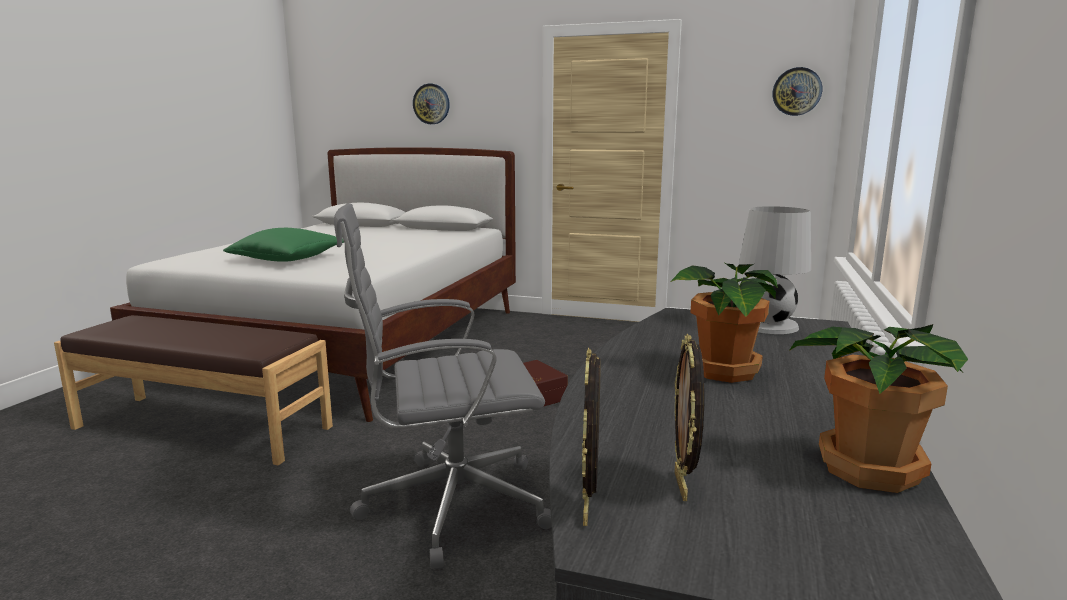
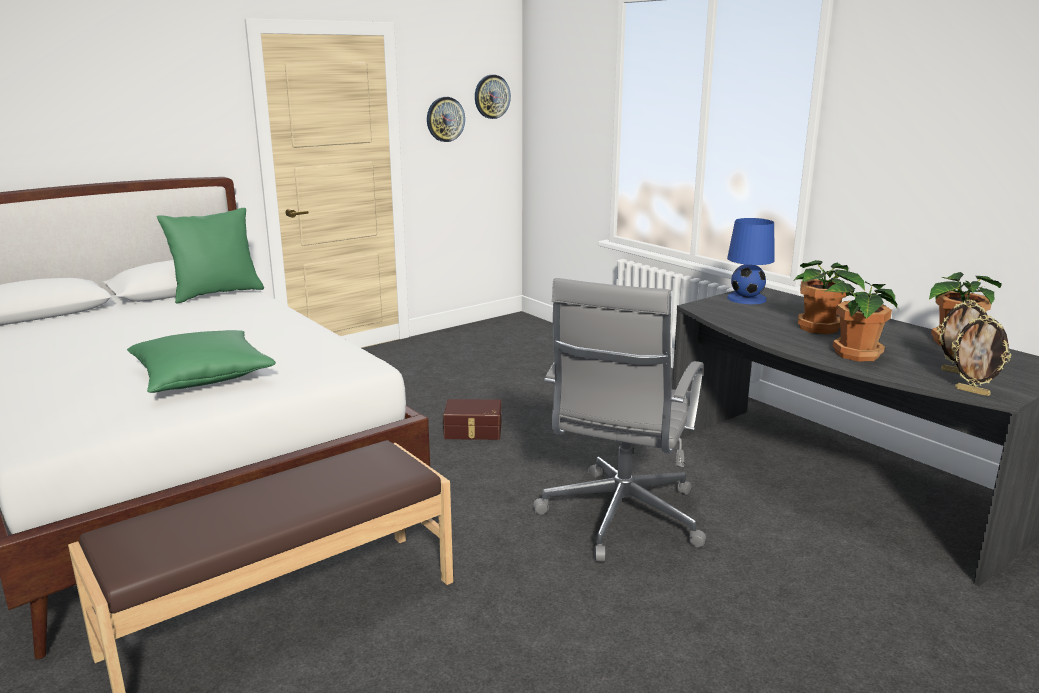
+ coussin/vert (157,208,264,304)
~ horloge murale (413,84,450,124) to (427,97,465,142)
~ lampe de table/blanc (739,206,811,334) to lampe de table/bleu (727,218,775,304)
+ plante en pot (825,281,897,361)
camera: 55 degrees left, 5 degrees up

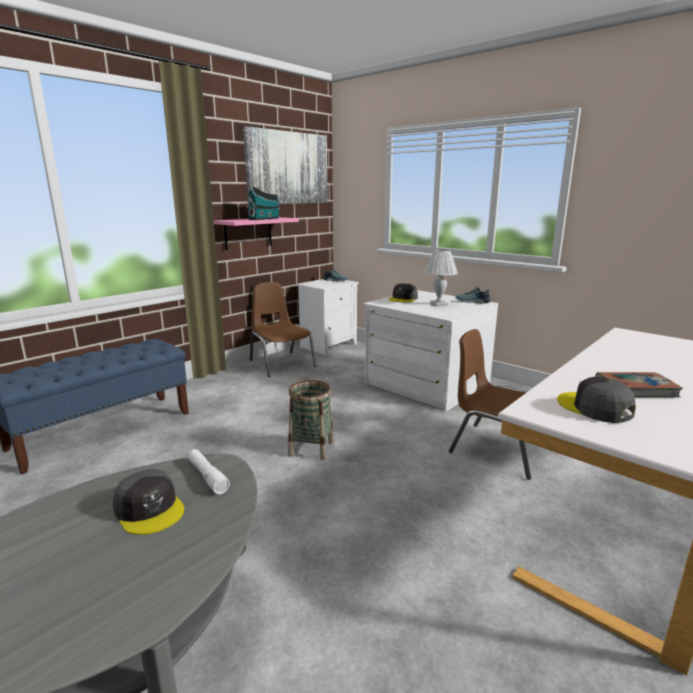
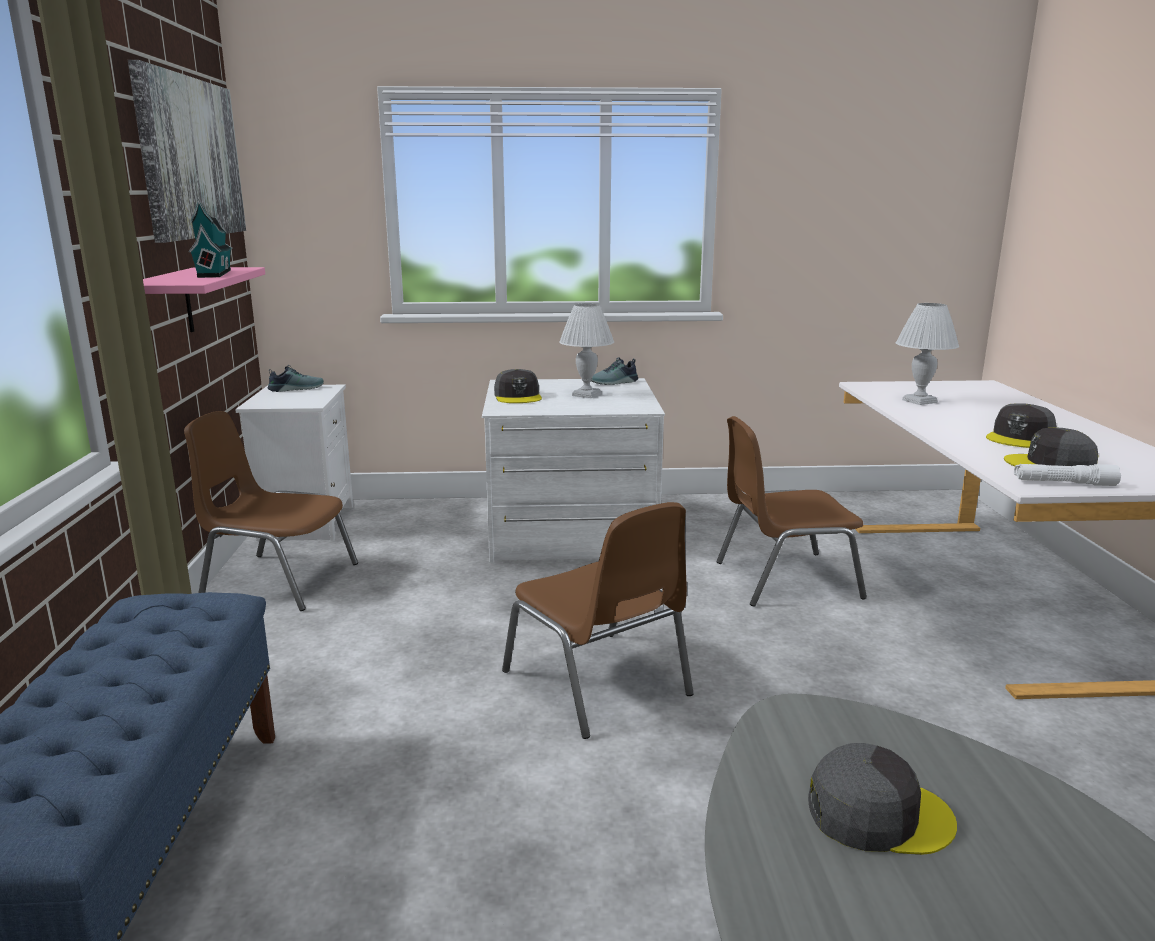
~ panier (288,380,334,461) to chaise/marron (502,502,694,739)
+ lampe de table/blanc (896,303,959,405)
~ livre (595,372,683,397) to casquette/gris (986,403,1057,448)
~ lampe de poche/blanc (187,449,230,495) to (1014,464,1121,486)
camera: 45 degrees left, 0 degrees up

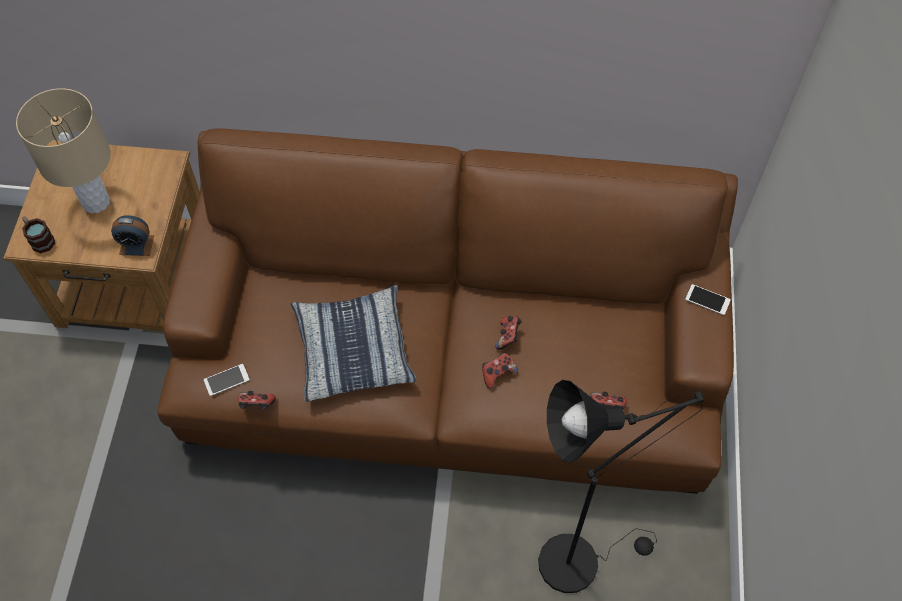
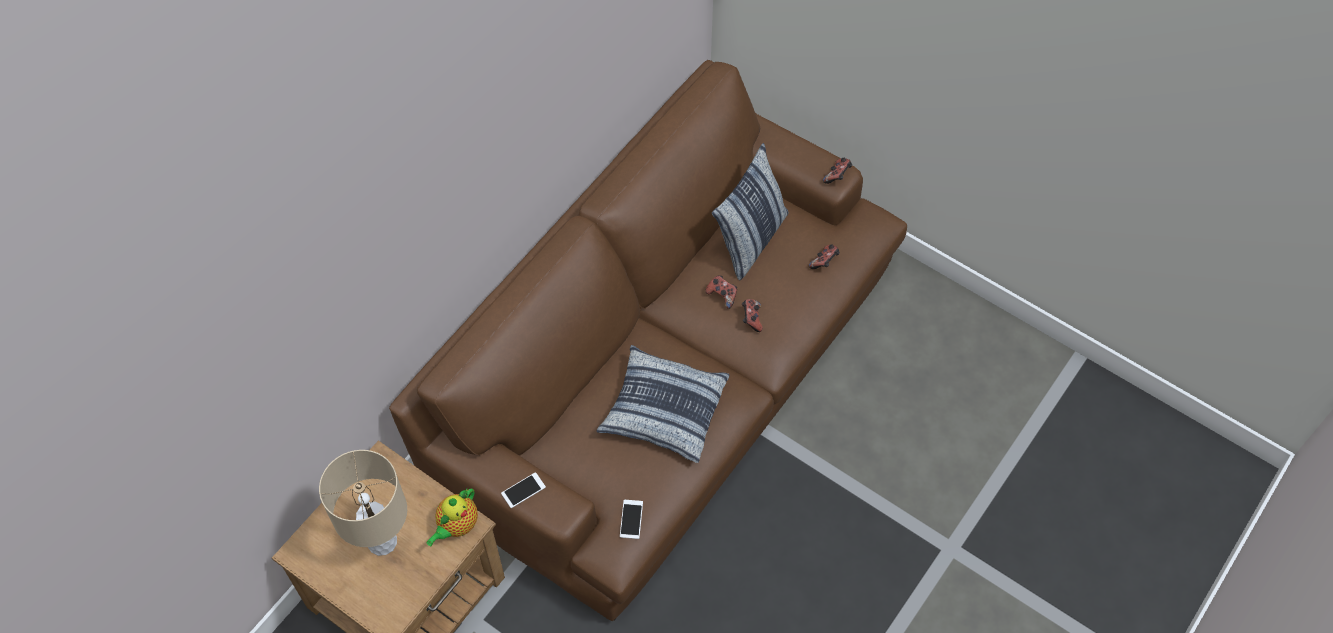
~ réveil (111,215,154,256) to théière (426,489,478,546)
~ téléphone (685,284,731,315) to (501,472,546,508)
+ coussin (712,143,789,281)
~ manette (238,391,276,410) to (823,157,852,184)
- mug (22,216,55,253)
- lampadaire/noir (538,380,705,593)
camera: 60 degrees left, 0 degrees up

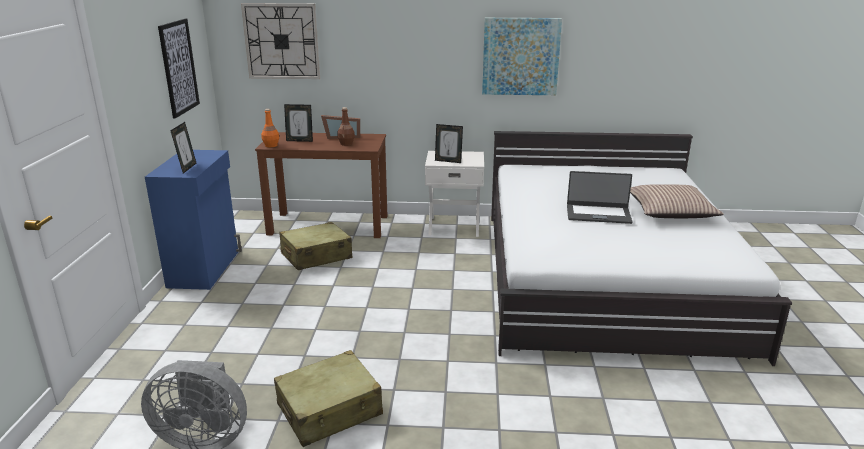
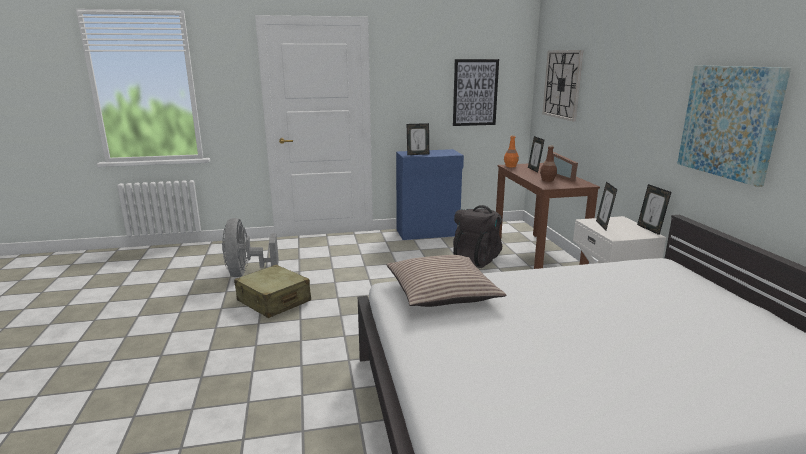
~ coussin (630,185,724,218) to (387,255,506,307)
~ valise/beige (279,222,353,270) to sac à dos/noir (453,205,502,268)
+ cadre photo (637,184,671,235)
- ordinateur portable (567,171,633,224)
camera: 75 degrees right, 5 degrees down

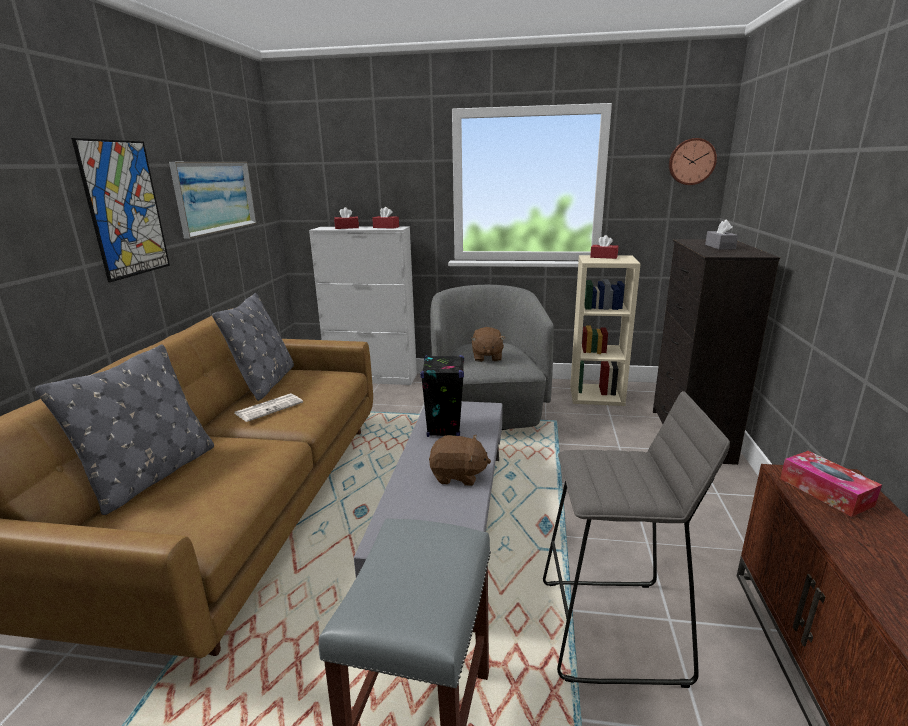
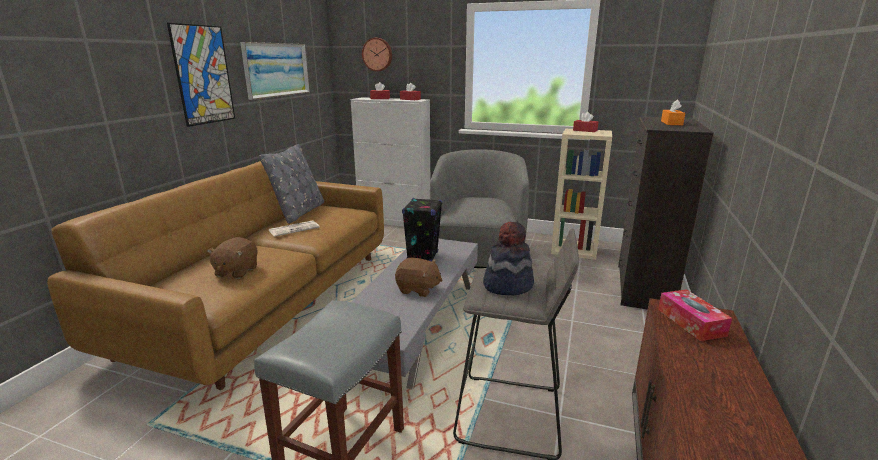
~ peluche/marron (471,327,505,362) to (207,237,258,279)
~ horloge murale (669,138,717,185) to (362,38,392,72)
+ chapeau (483,222,534,296)
~ boîte à mouchoirs/gris (705,219,738,250) to boîte à mouchoirs/orange (661,100,685,125)
- coussin/gris (35,345,214,515)
camera: 10 degrees right, 0 degrees up

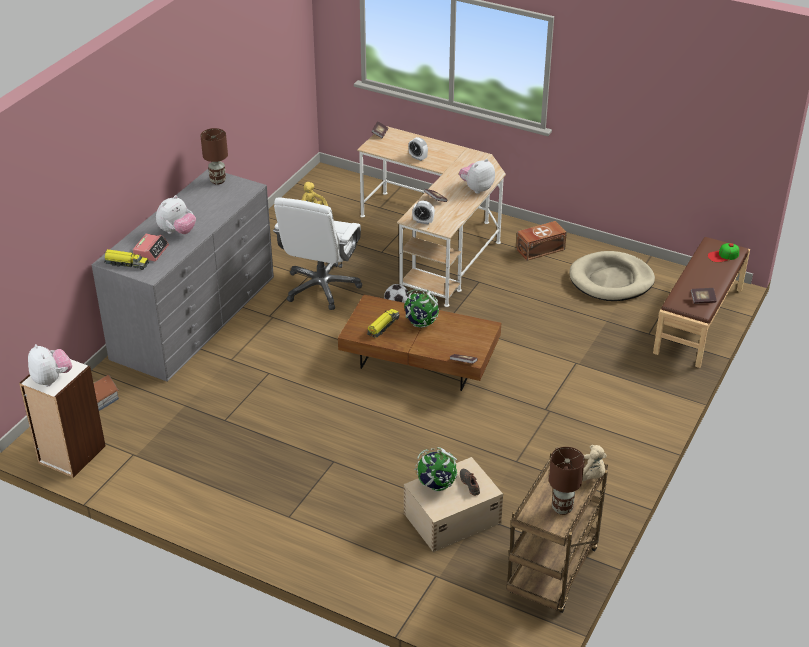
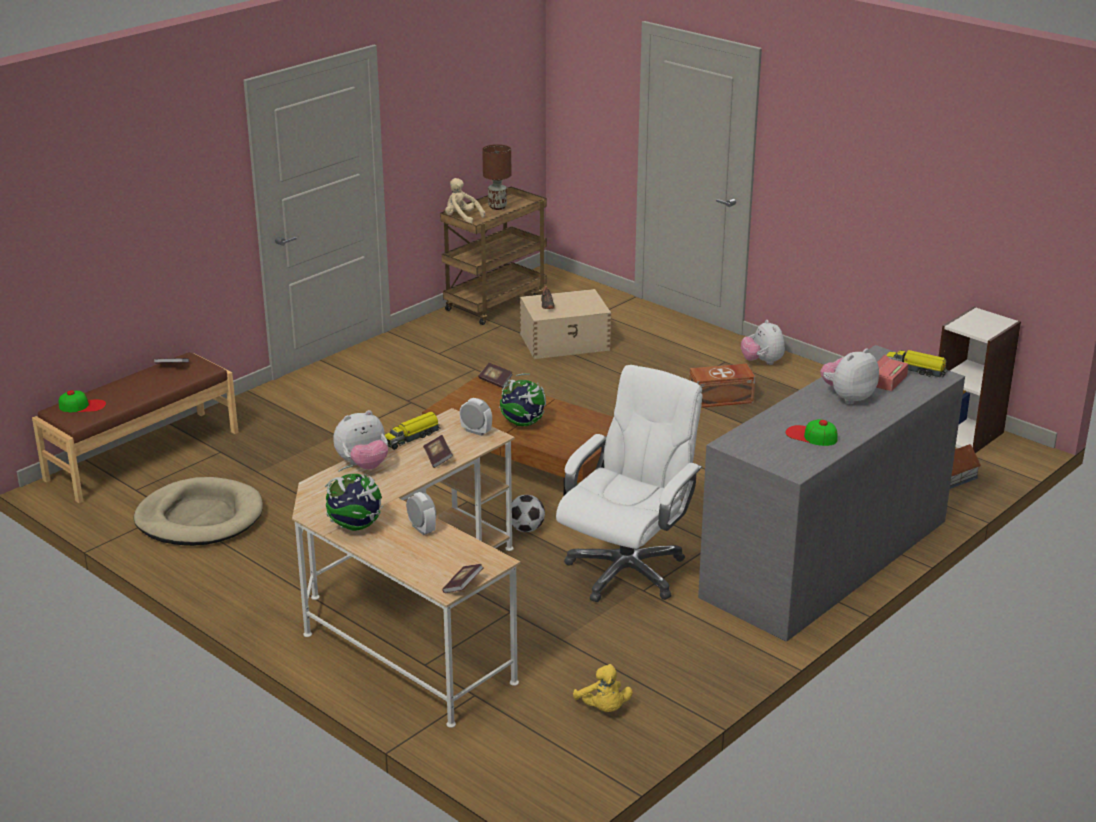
~ globe (415,447,457,492) to (325,465,384,531)
~ camion jouet (368,309,399,338) to (385,412,440,450)
~ boîte de rangement/marron (516,221,567,261) to (689,364,755,408)
~ peluche (28,344,72,386) to (741,320,785,365)
+ casquette (785,419,838,446)
- lampe de table/marron (200,128,228,185)
camera: 165 degrees left, 10 degrees down

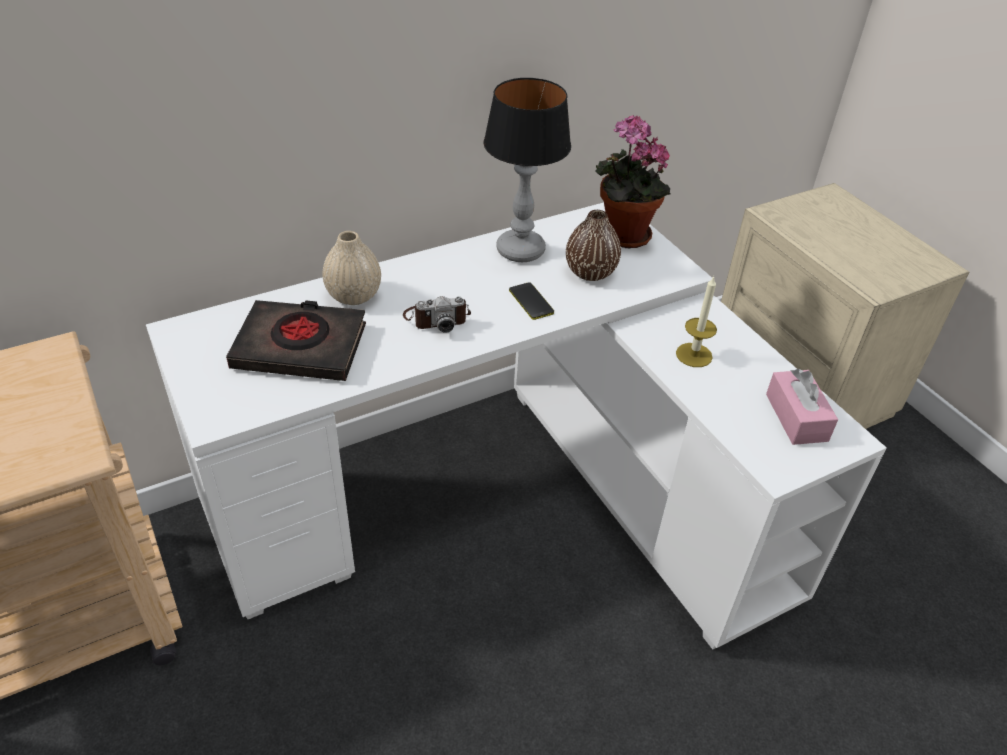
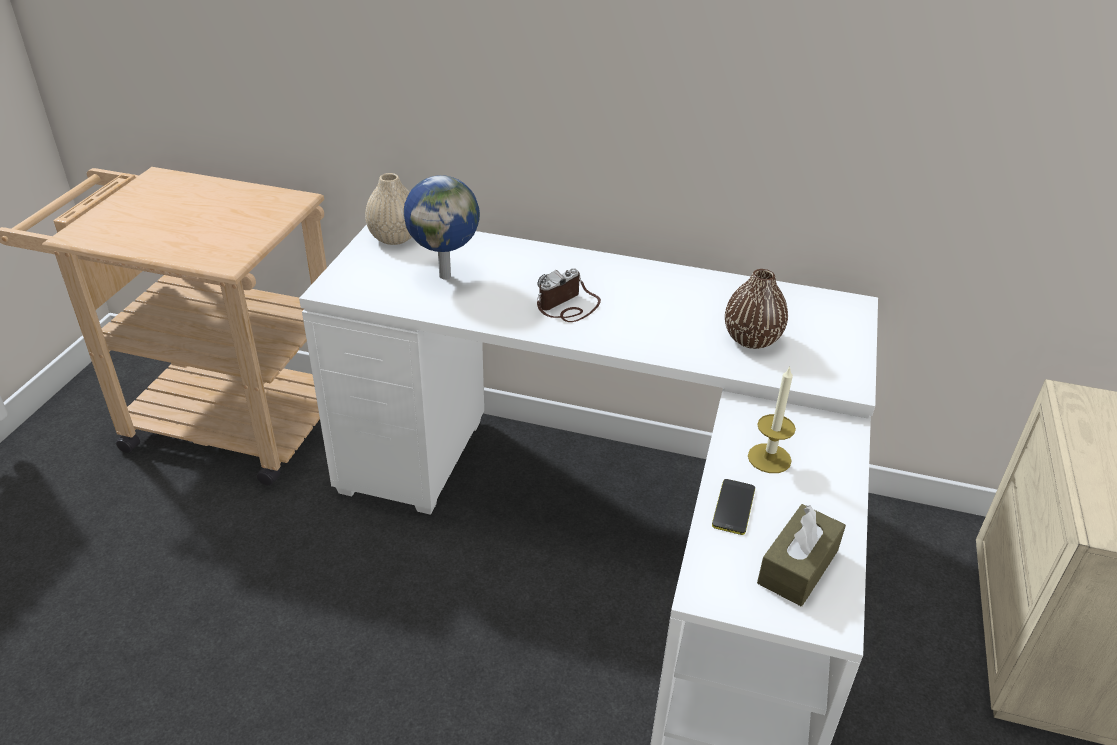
~ vase/beige (322,231,381,305) to (365,173,412,245)
~ livre/noir (226,300,366,381) to globe (404,175,480,280)
~ appareil photo (403,296,471,333) = (537,268,601,322) 105 degrees clockwise
~ téléphone (509,282,554,320) to (712,479,755,535)
~ boîte à mouchoirs/rose (766,369,838,445) to boîte à mouchoirs/marron (757,504,846,606)
- lampe de table (483,78,571,262)
- plante en pot (595,115,670,248)
camera: 45 degrees right, 5 degrees down

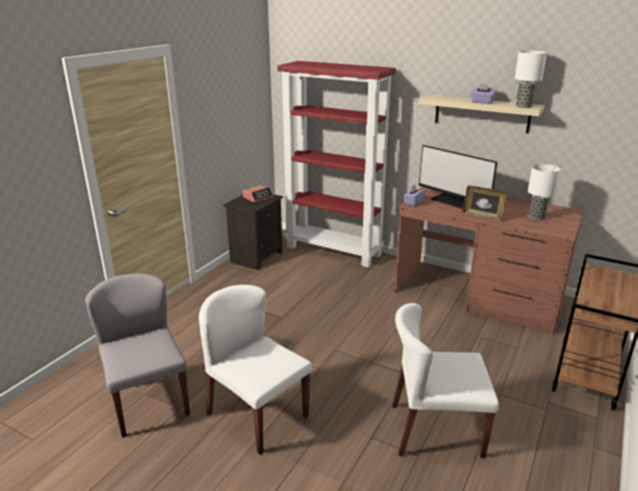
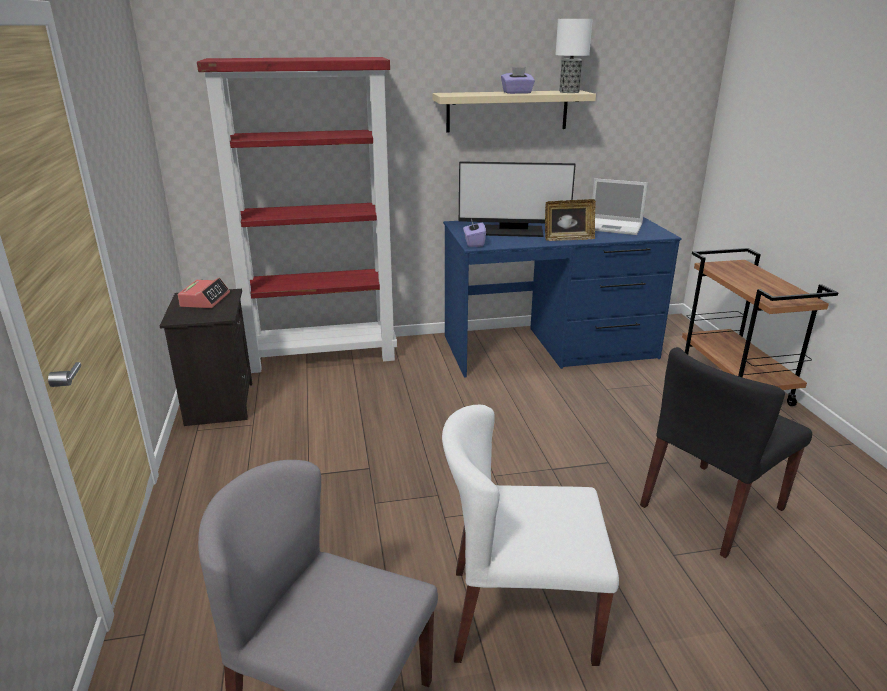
~ bureau/marron (395,186,584,334) to bureau/bleu (443,217,682,378)
~ lampe de table (528,164,561,220) to ordinateur portable (592,178,648,235)
~ chaise/blanc (392,303,499,458) to chaise/noir (640,347,812,558)
camera: 40 degrees left, 0 degrees up

